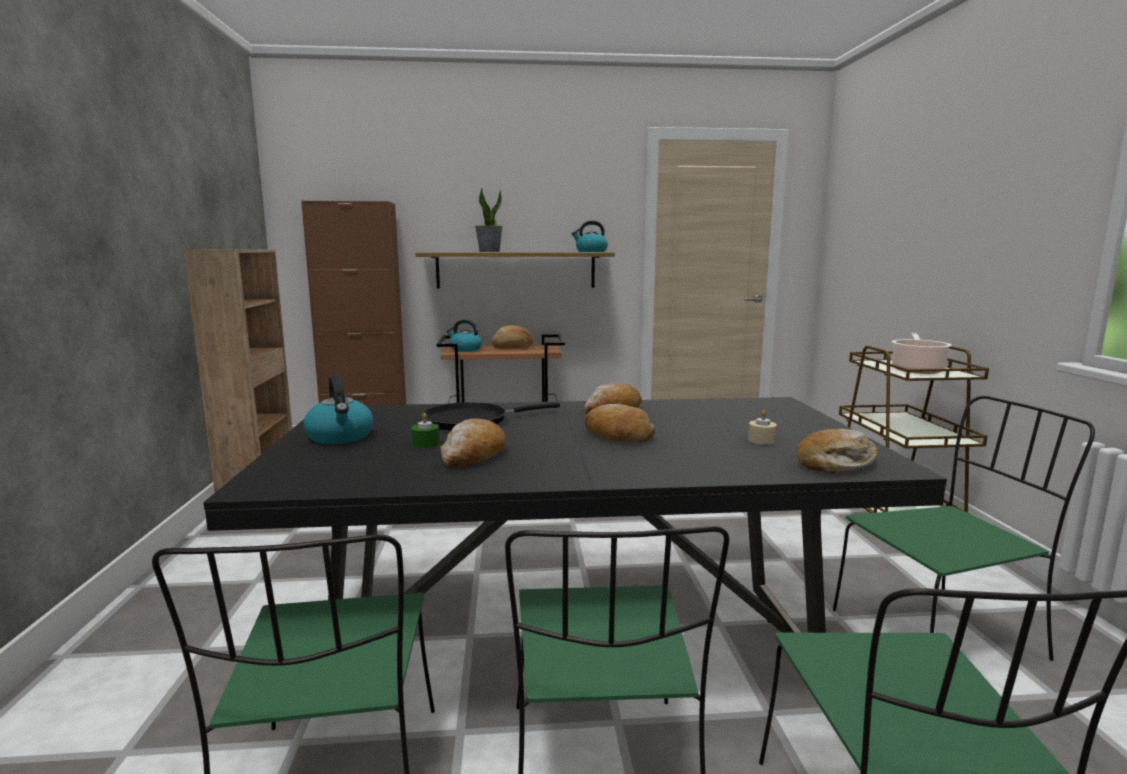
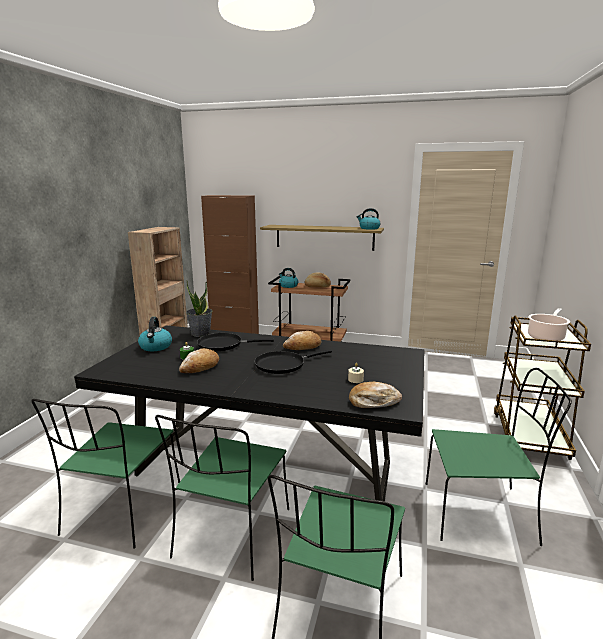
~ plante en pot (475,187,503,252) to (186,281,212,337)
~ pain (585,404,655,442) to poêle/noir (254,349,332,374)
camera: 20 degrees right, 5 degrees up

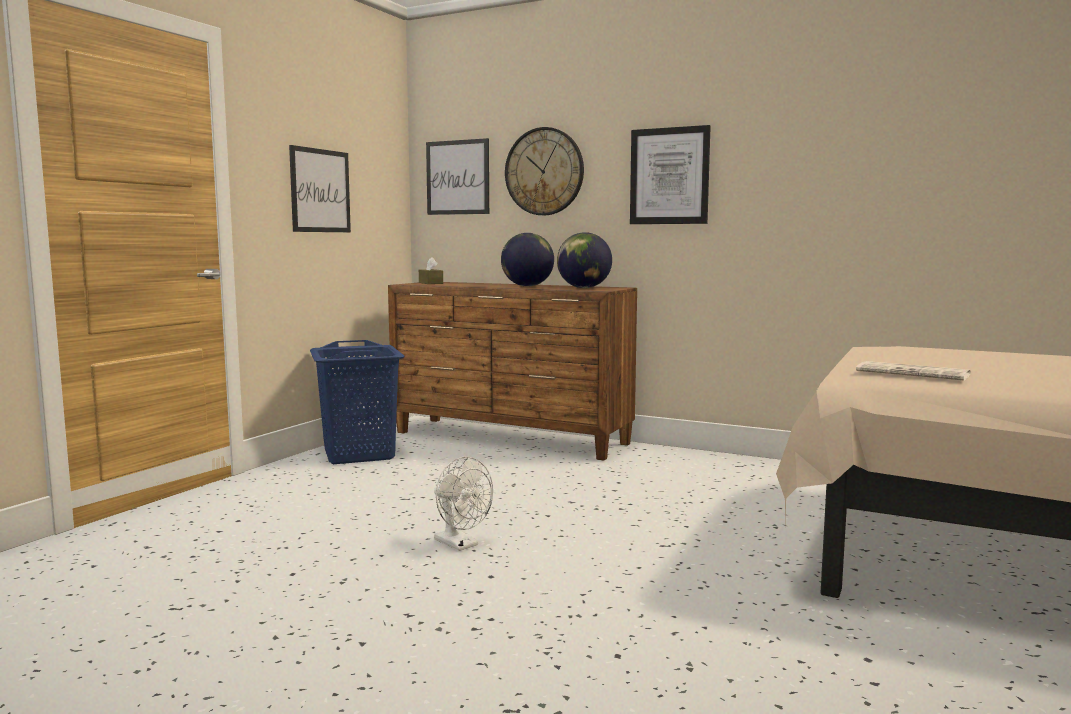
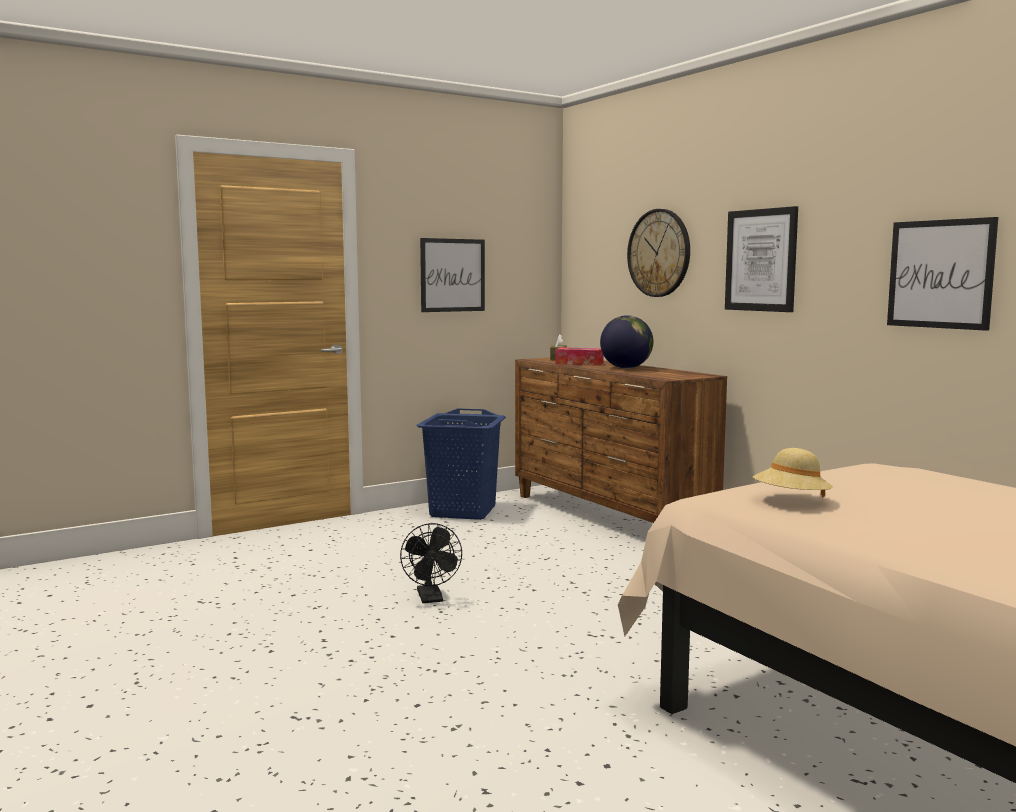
~ ventilateur/blanc (434,456,493,551) to ventilateur/noir (400,523,462,603)
+ boîte à mouchoirs (555,347,603,366)
~ journal (856,361,971,380) to chapeau/beige (753,448,833,497)
~ tableau (426,138,489,215) to (887,217,998,331)
- globe (557,233,612,288)
camera: 30 degrees right, 0 degrees up

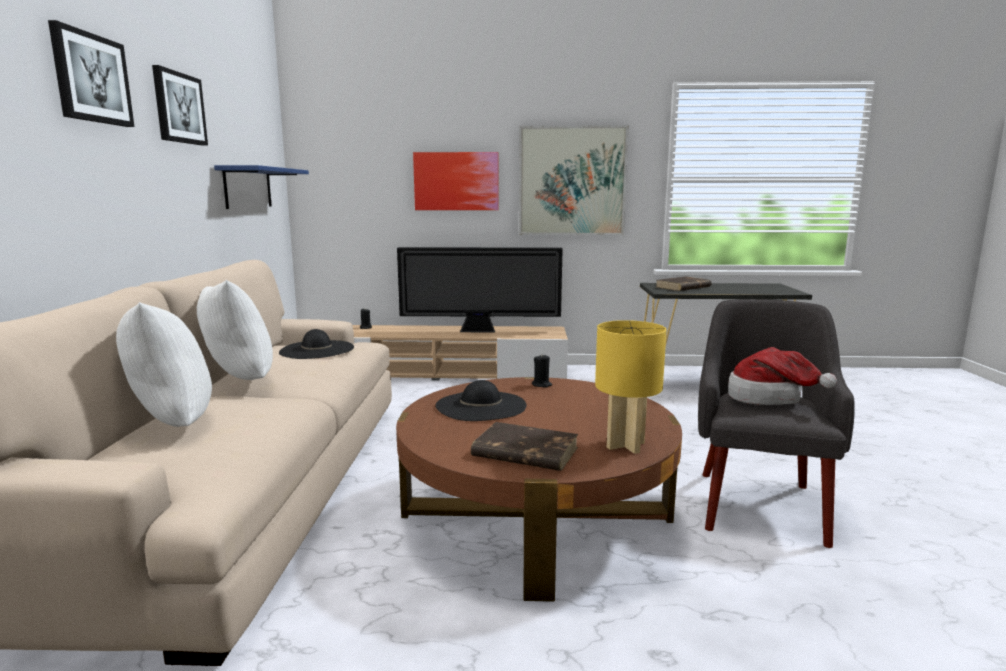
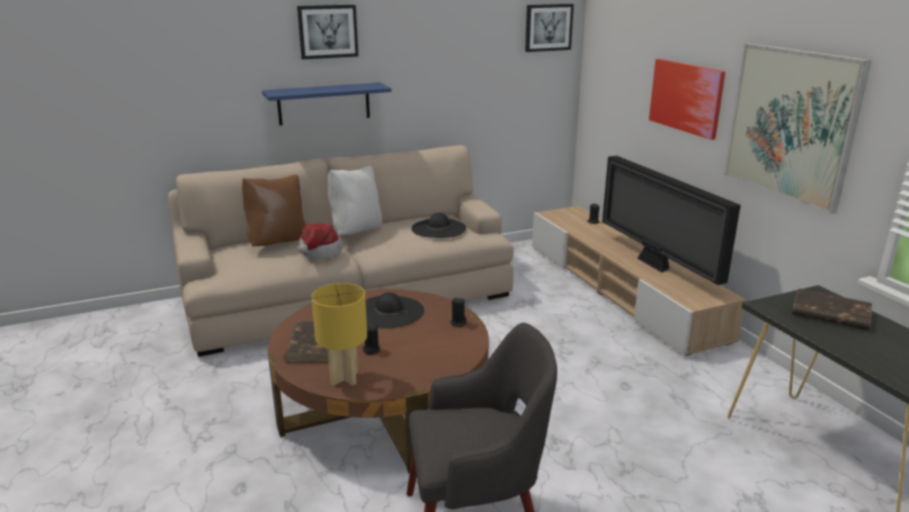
~ coussin/blanc (116,302,212,427) to coussin/marron (242,174,306,246)
~ étagère/bleu (214,165,309,209) to (262,82,391,126)
~ chapeau (728,347,837,405) to (298,223,343,260)
+ bougie/noir (363,322,380,354)
~ tableau (152,65,208,146) to (525,4,574,52)
camera: 65 degrees right, 10 degrees up

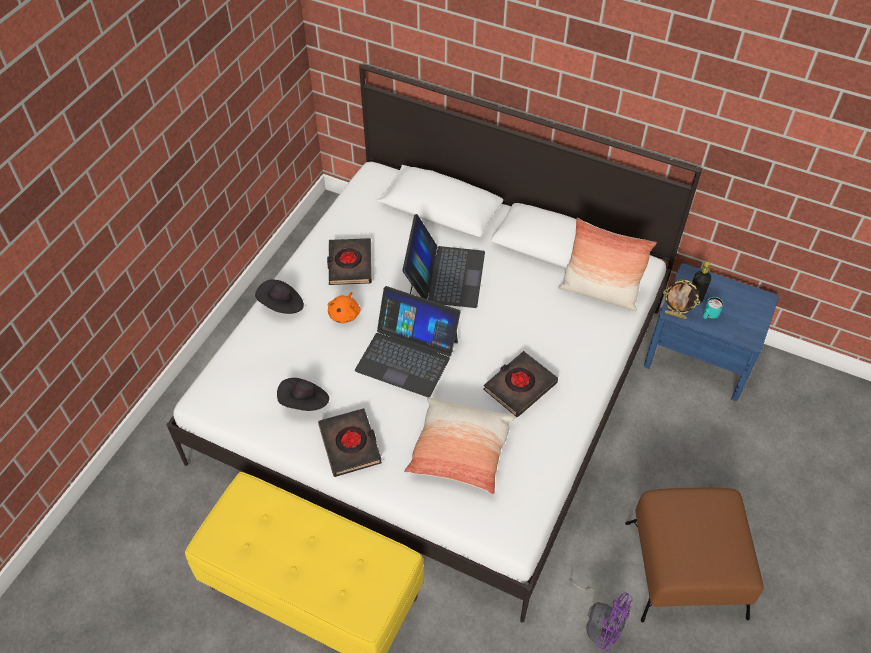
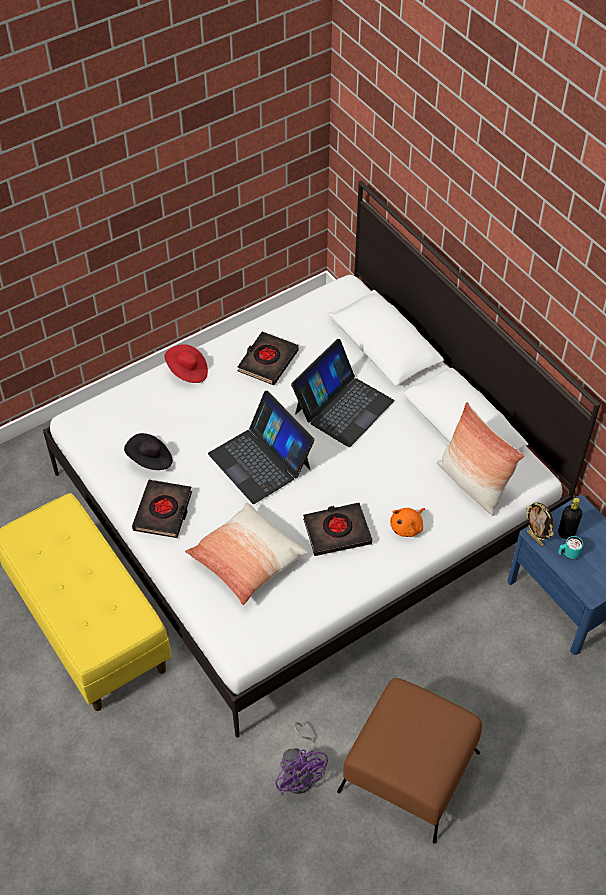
~ chapeau/noir (255,279,304,314) to chapeau/rouge (164,344,208,383)
~ peluche/orange (328,292,361,323) to (390,508,425,537)
camera: 30 degrees right, 0 degrees up

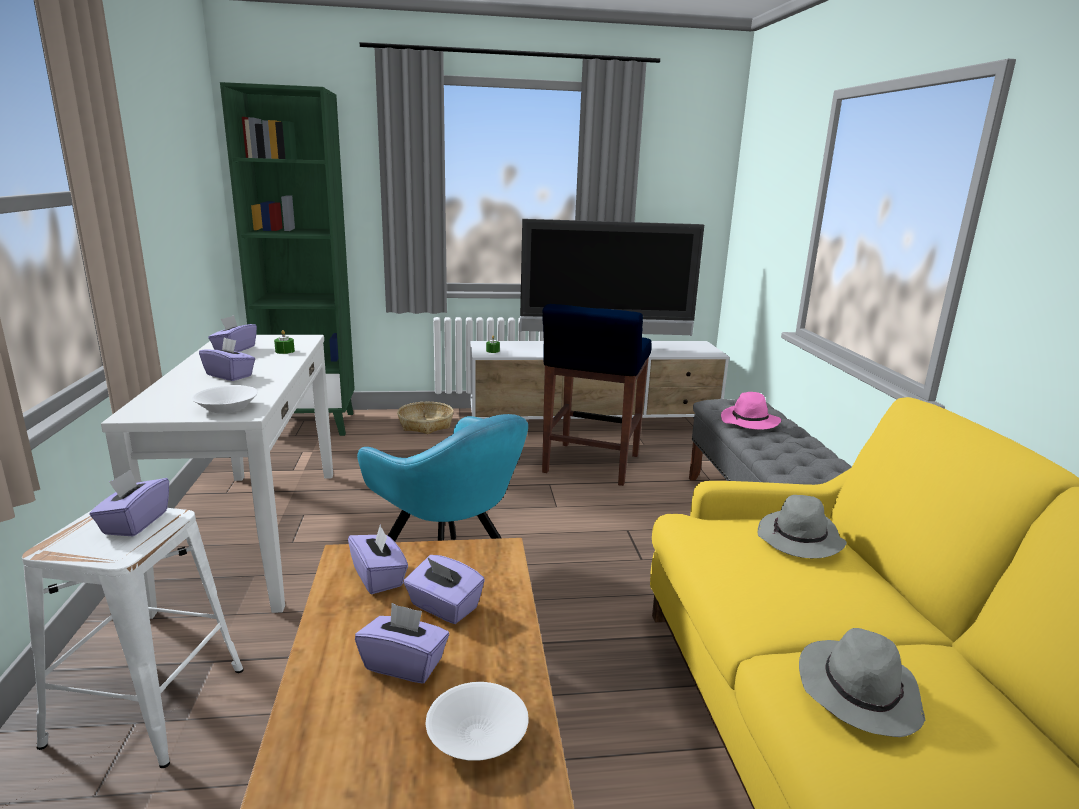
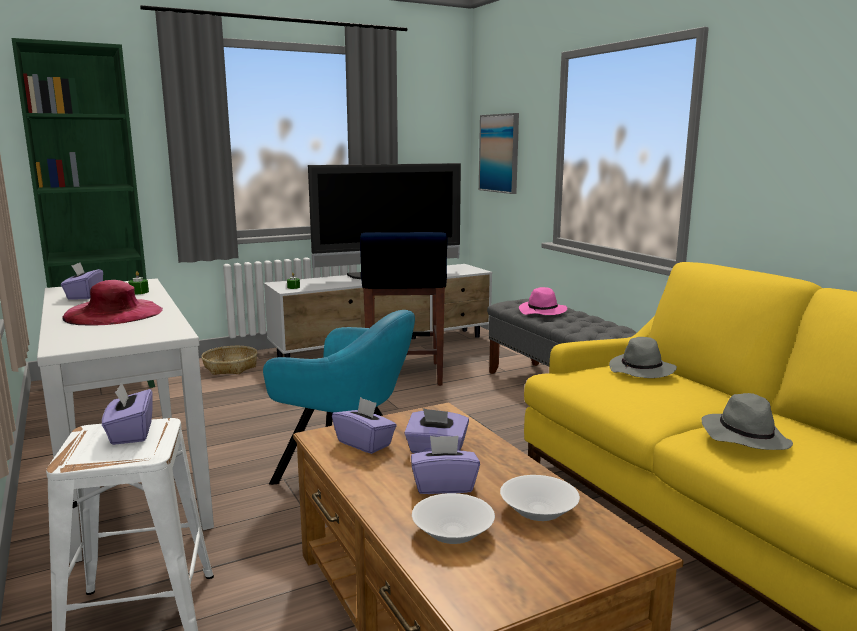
~ boîte à mouchoirs/violet (199,337,255,381) to chapeau/rose (62,280,163,326)
~ bol/blanc (192,385,258,413) to (412,493,495,544)
+ tableau (479,113,519,194)
camera: 20 degrees left, 5 degrees down

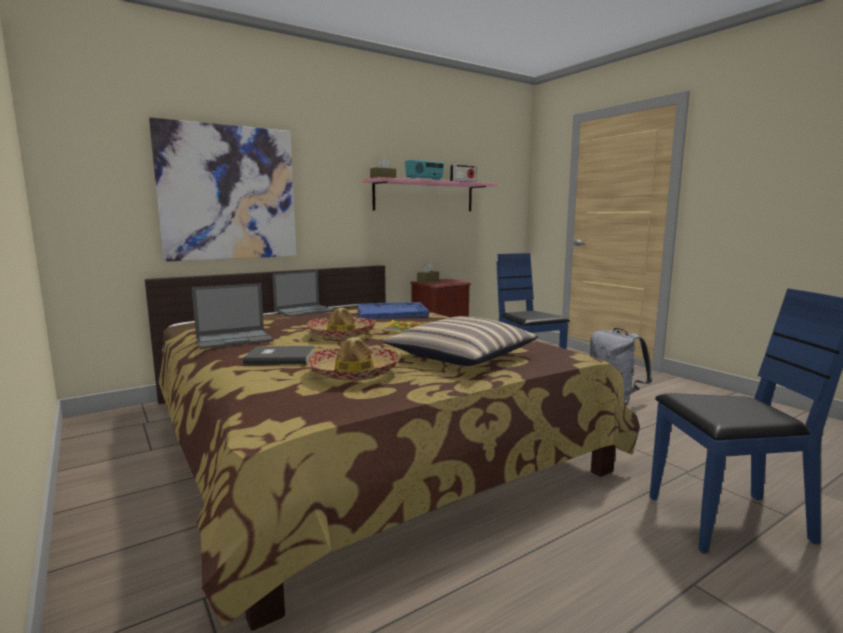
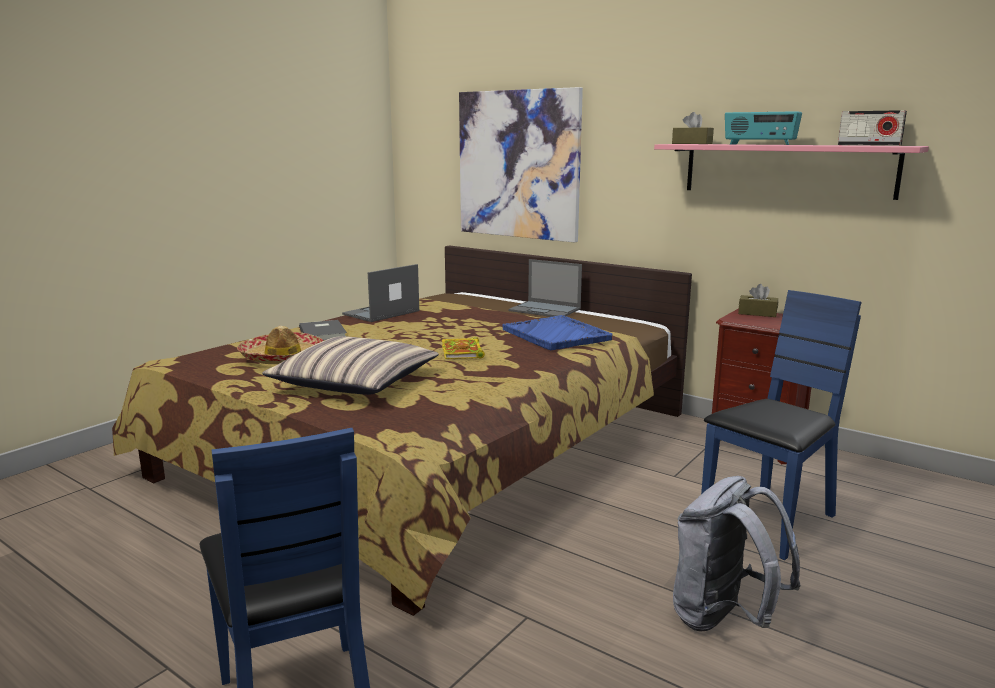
~ ordinateur portable (192,283,273,349) = (342,264,419,322) 90 degrees clockwise
- chapeau (307,308,376,339)
camera: 70 degrees right, 5 degrees up

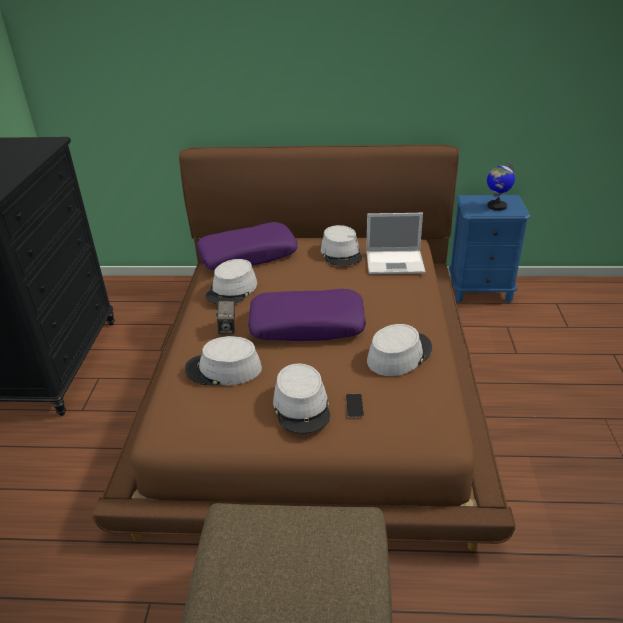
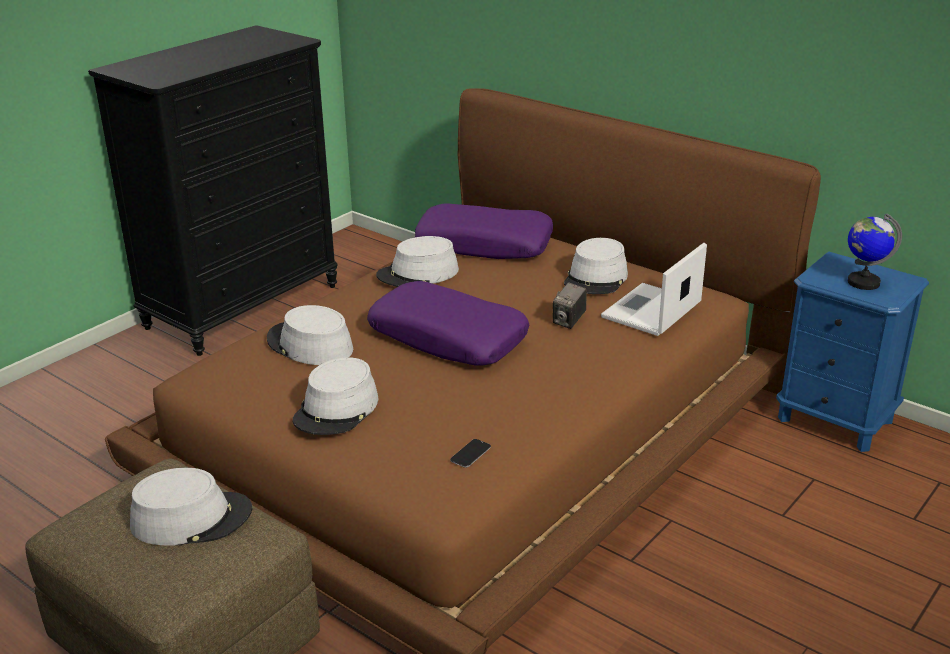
~ chapeau/gris (367,324,432,376) to (130,467,252,545)
~ téléphone (346,394,364,418) to (450,439,491,468)
~ appareil photo (216,301,235,334) to (553,282,586,329)
~ ordinateur portable (366,213,426,274) = (601,243,707,336) 90 degrees clockwise
camera: 35 degrees right, 5 degrees down

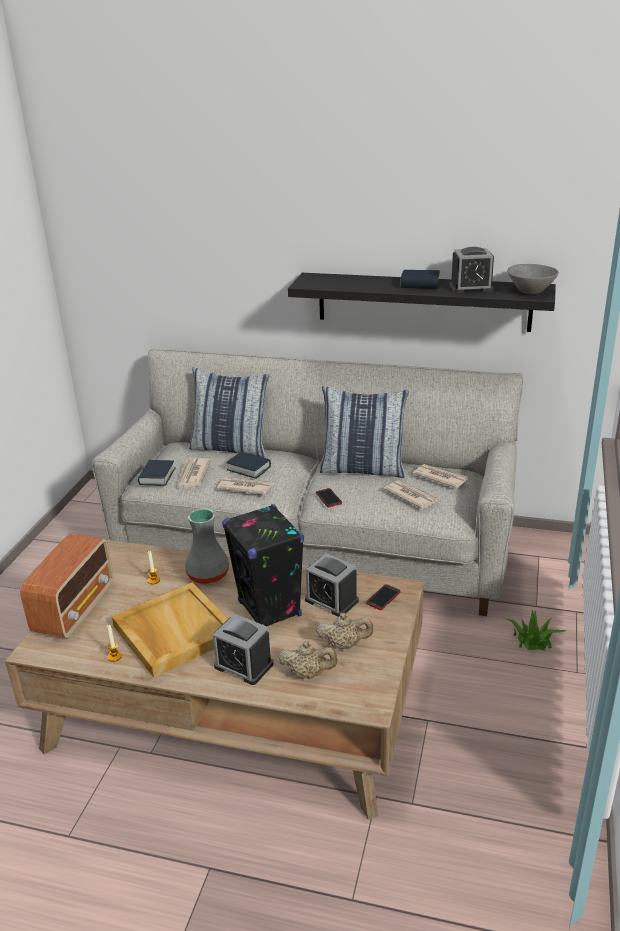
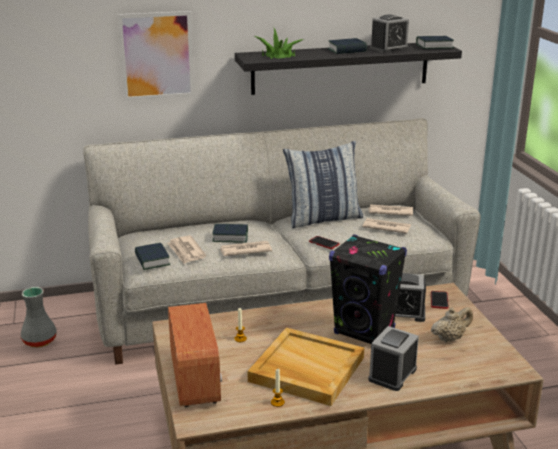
~ vase/gris (185,508,229,584) to (21,287,57,348)
+ tableau (117,11,195,101)
~ plante en pot (504,610,566,651) to (254,28,305,59)
~ réveil (213,614,273,685) = (368,326,419,391) 120 degrees clockwise
~ bol/gris (507,264,559,294) to livre (416,36,454,49)
- coussin (189,367,269,458)
- théière/beige (278,641,338,679)
camera: 30 degrees left, 5 degrees down

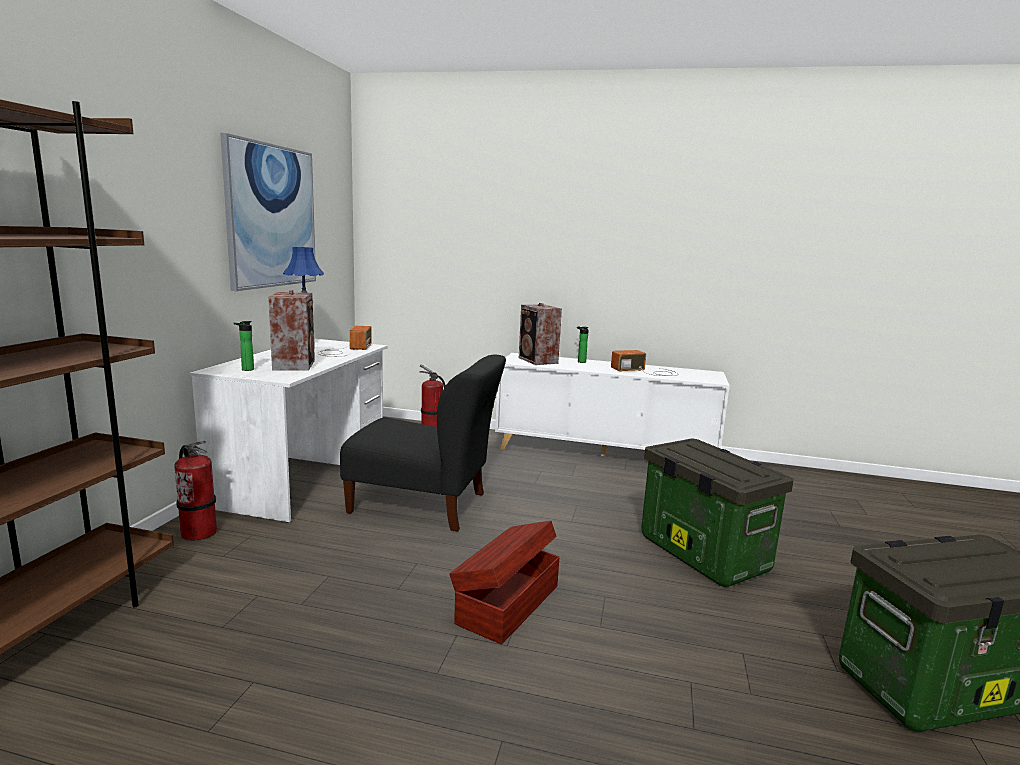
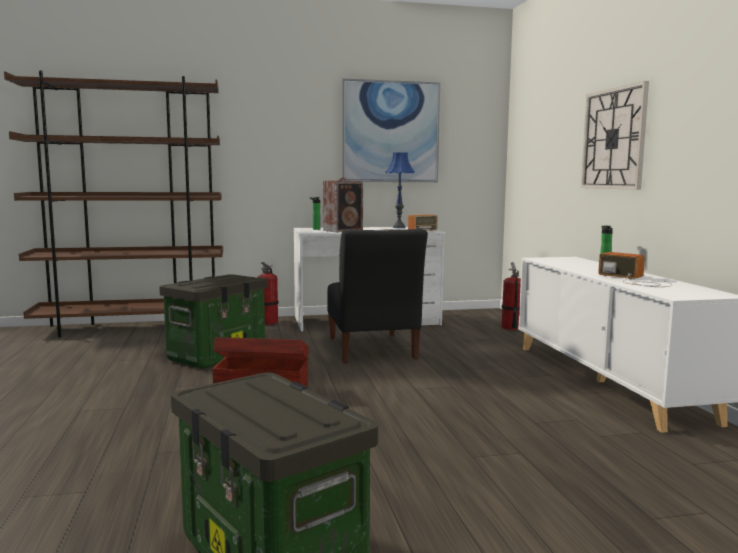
~ boîte de rangement (642,439,794,587) to (159,274,268,369)
+ horloge murale (581,81,649,190)
- enceinte (519,303,562,365)
camera: 65 degrees right, 5 degrees down

